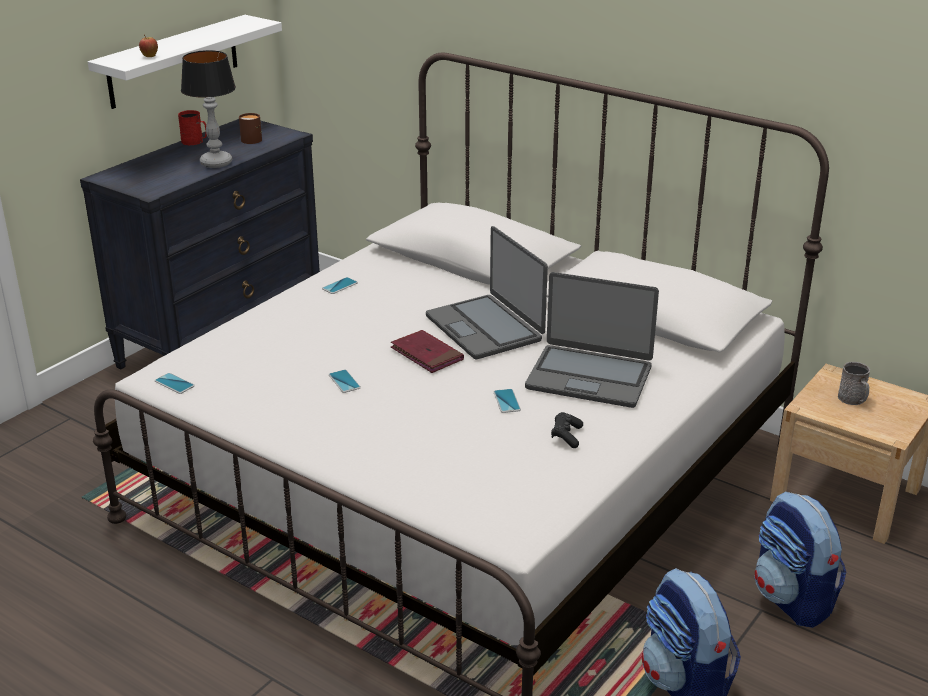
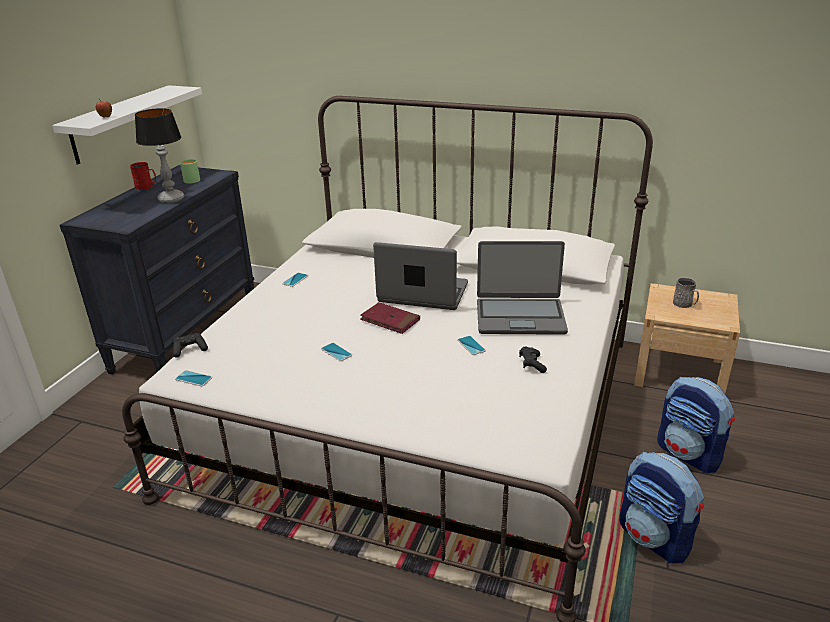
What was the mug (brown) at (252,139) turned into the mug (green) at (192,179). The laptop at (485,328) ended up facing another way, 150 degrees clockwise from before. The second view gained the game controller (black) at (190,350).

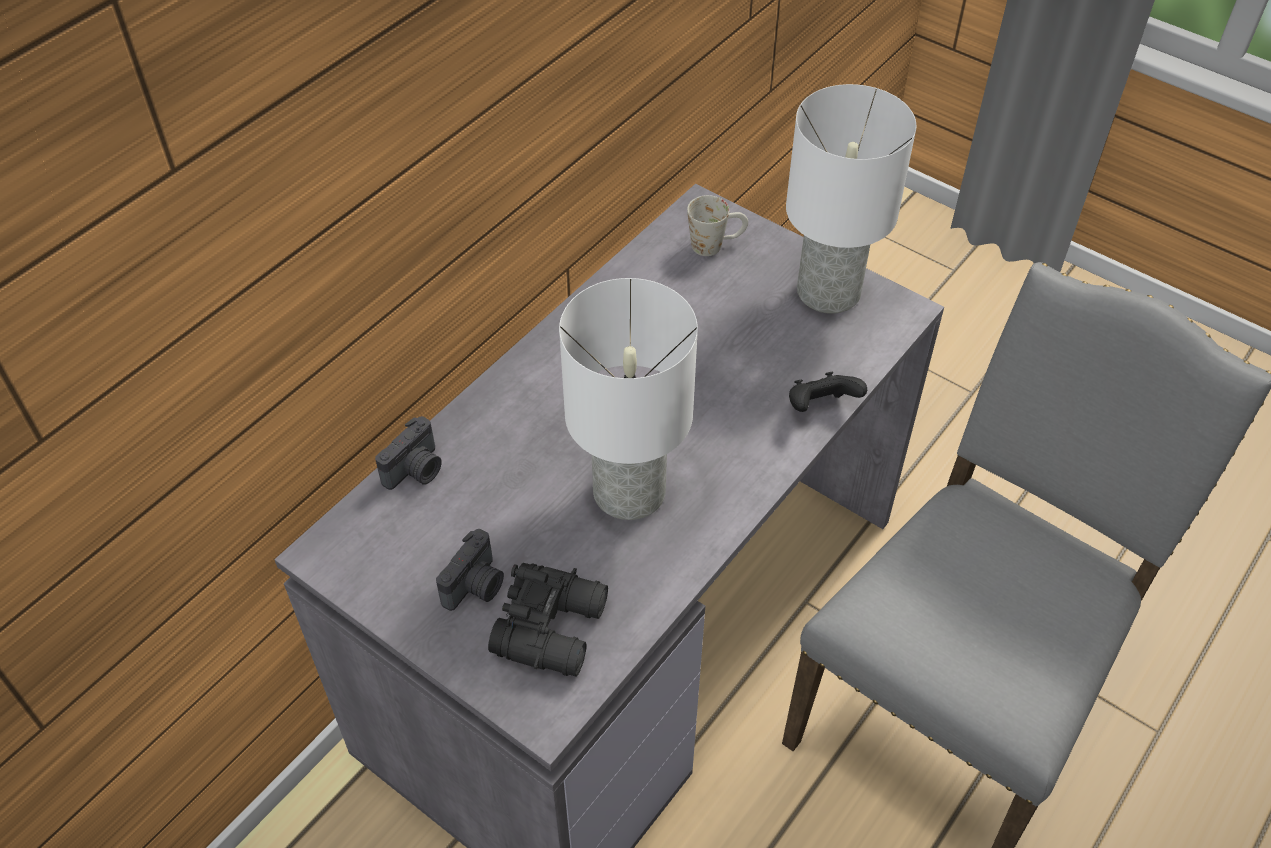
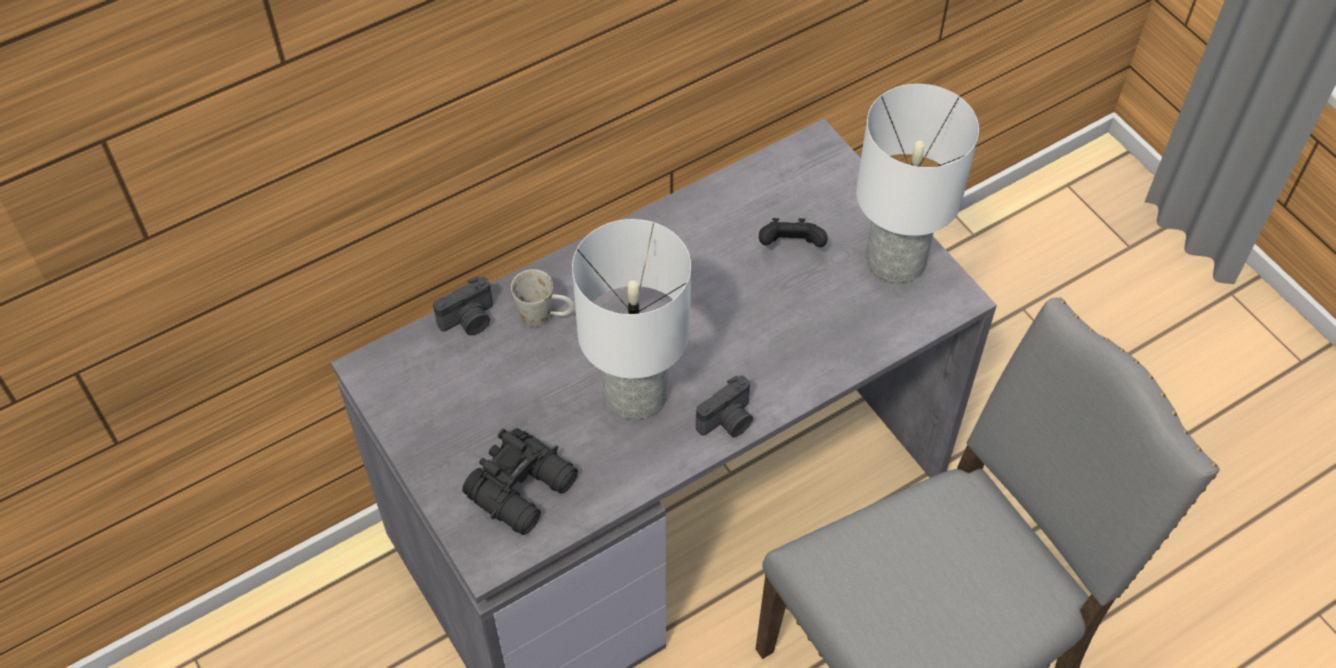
The photo camera ended up elsewhere, having gone from (476,586) to (728,421). The mug (white) ended up elsewhere, having gone from (716,244) to (545,316). The game controller (black) ended up elsewhere, having gone from (820,407) to (791,247).

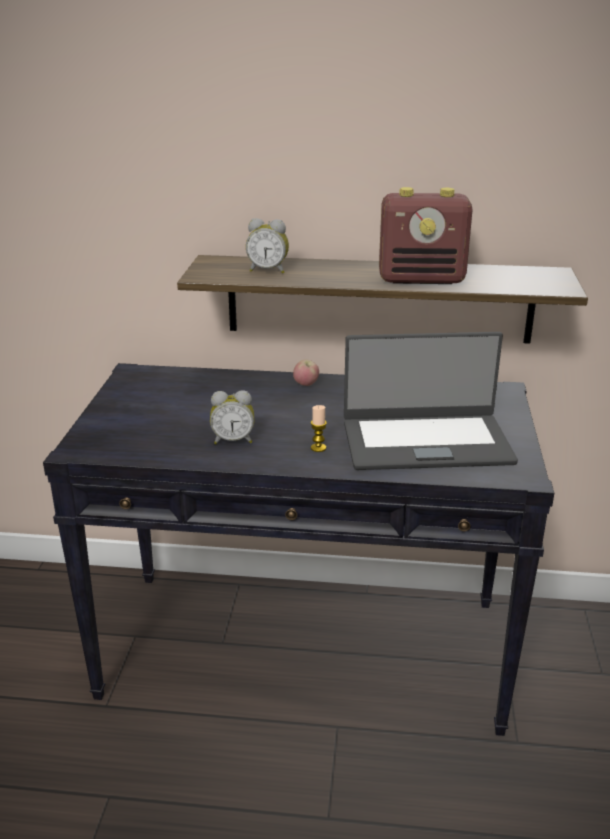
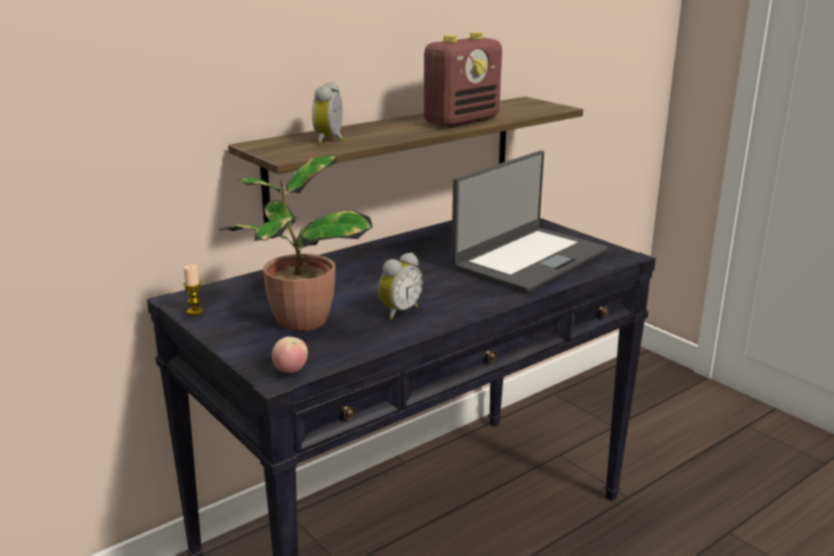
The alarm clock at (268,270) ended up facing another way, 135 degrees clockwise from before. The apple ended up elsewhere, having gone from (306,385) to (290,371). The candle ended up elsewhere, having gone from (318,448) to (195,311). The second view gained the potted plant at (298,321).

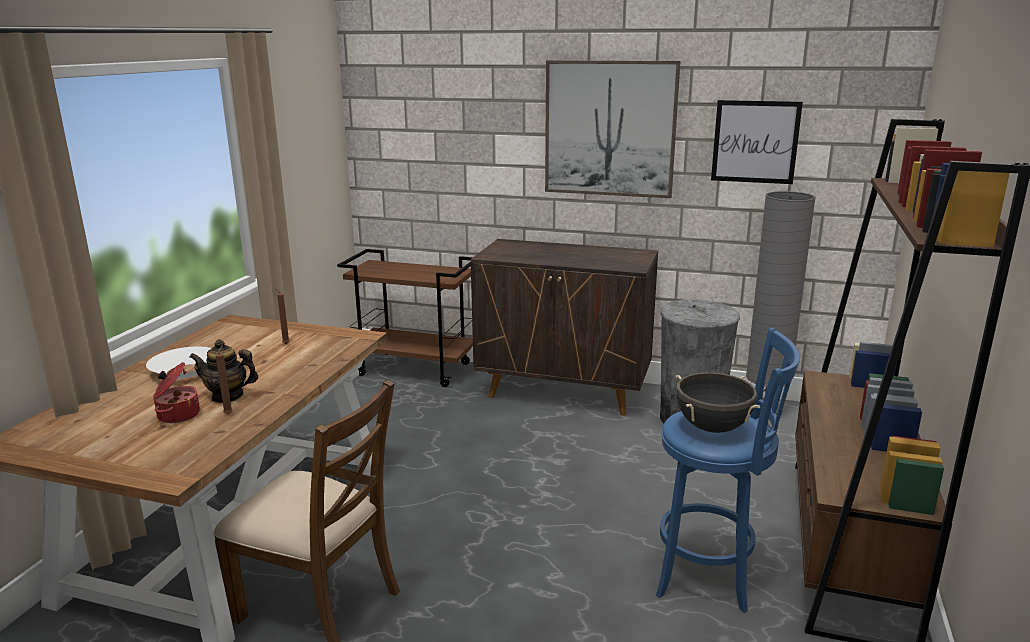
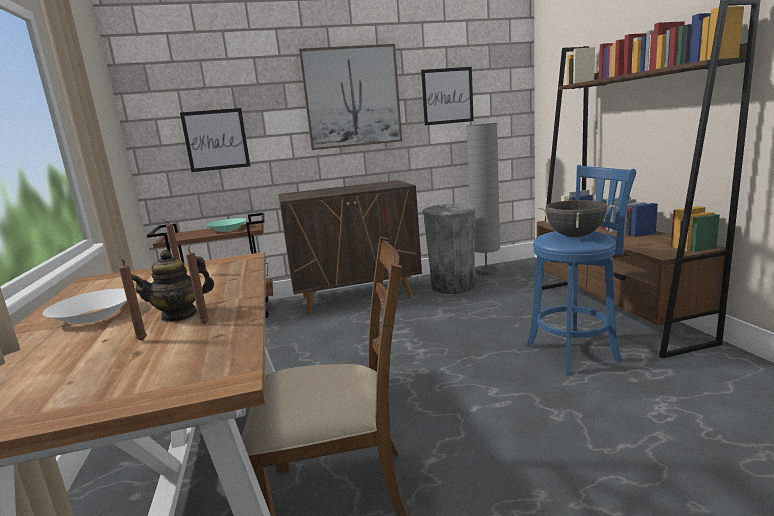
Where the cooking pot stood at (177,415), the candle (brown) came to stand at (142,341). The second view gained the picture at (216,140). The second view gained the bowl (turquoise) at (227,229).

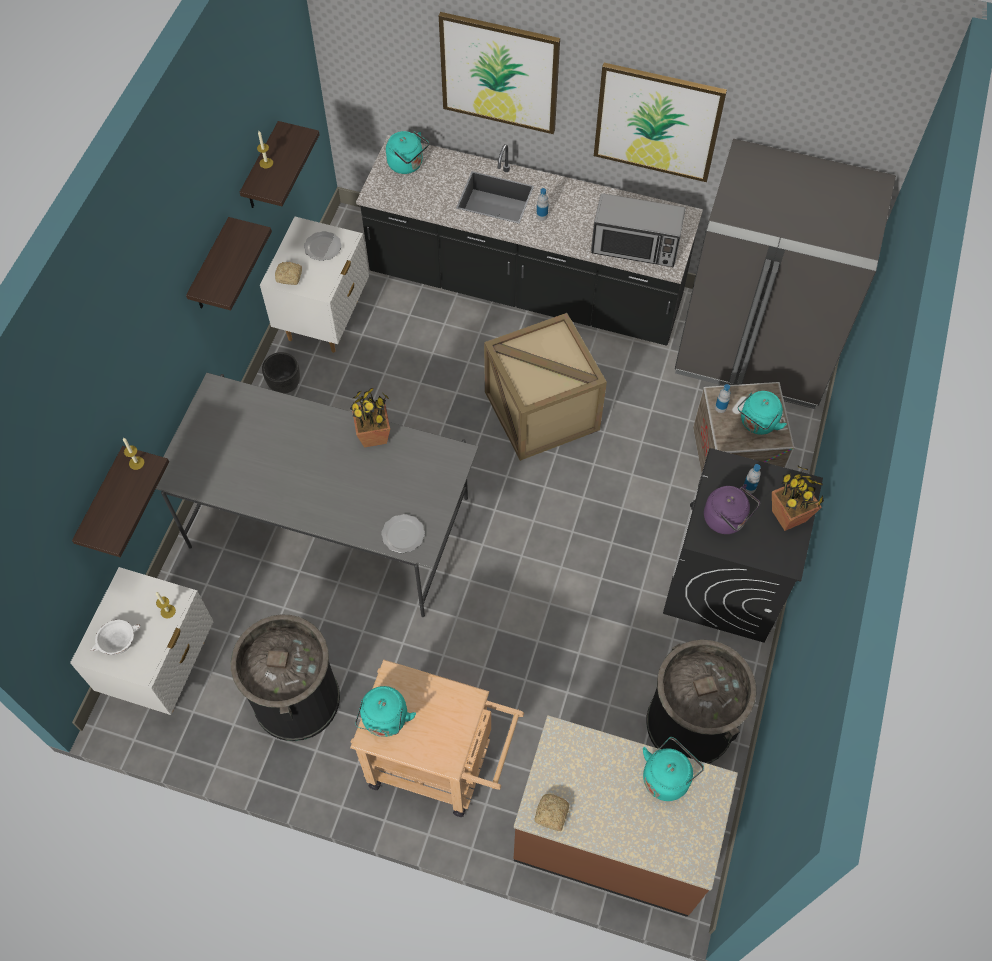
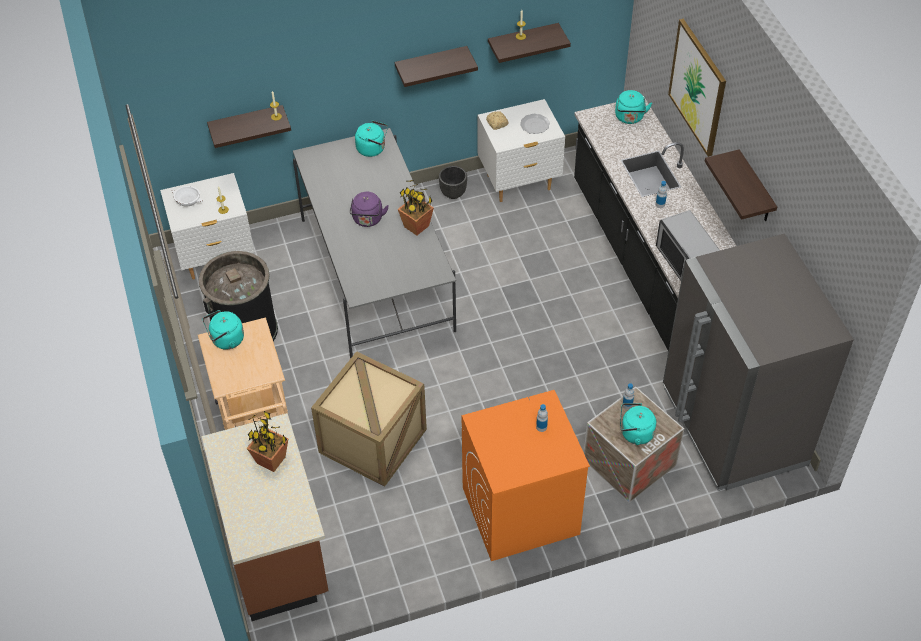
The second view lost the plate at (402,535). The crate ended up elsewhere, having gone from (541,412) to (371,441). The second view lost the bread at (551,814). Where the picture hung at (657,122), the shelf came to hang at (755,189). The kettle (turquoise) ended up elsewhere, having gone from (667,776) to (373,149). The second view lost the trash can (black) at (690,723). What was the washing machine (black) at (725,581) turned into the washing machine (orange) at (520,511). The kettle (purple) ended up elsewhere, having gone from (727,519) to (368,220). The potted plant ended up elsewhere, having gone from (789,516) to (271,460).

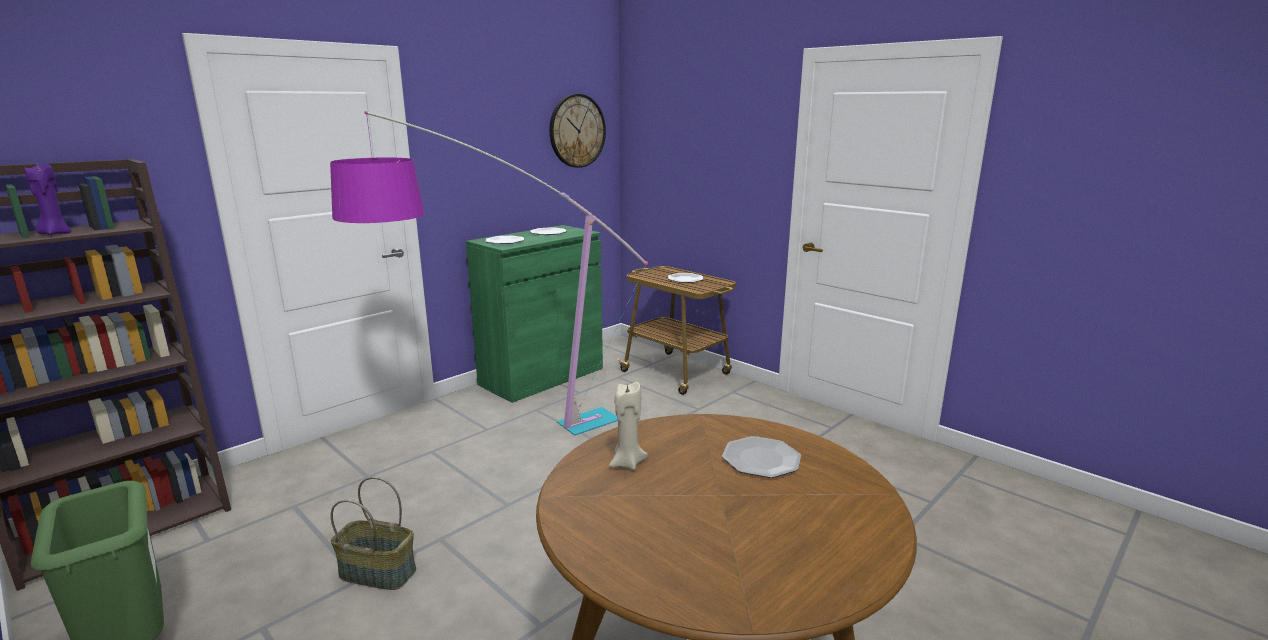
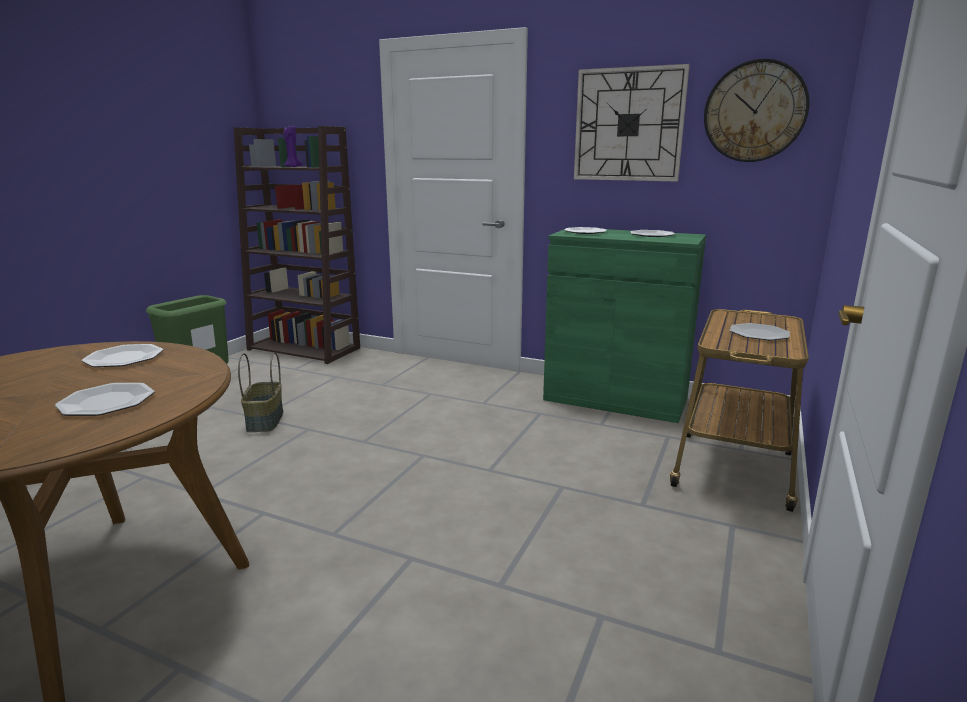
The second view lost the floor lamp at (498,450). Where the candle (beige) stood at (627,463), the plate came to stand at (124,358). The second view gained the wall clock at (628,125).

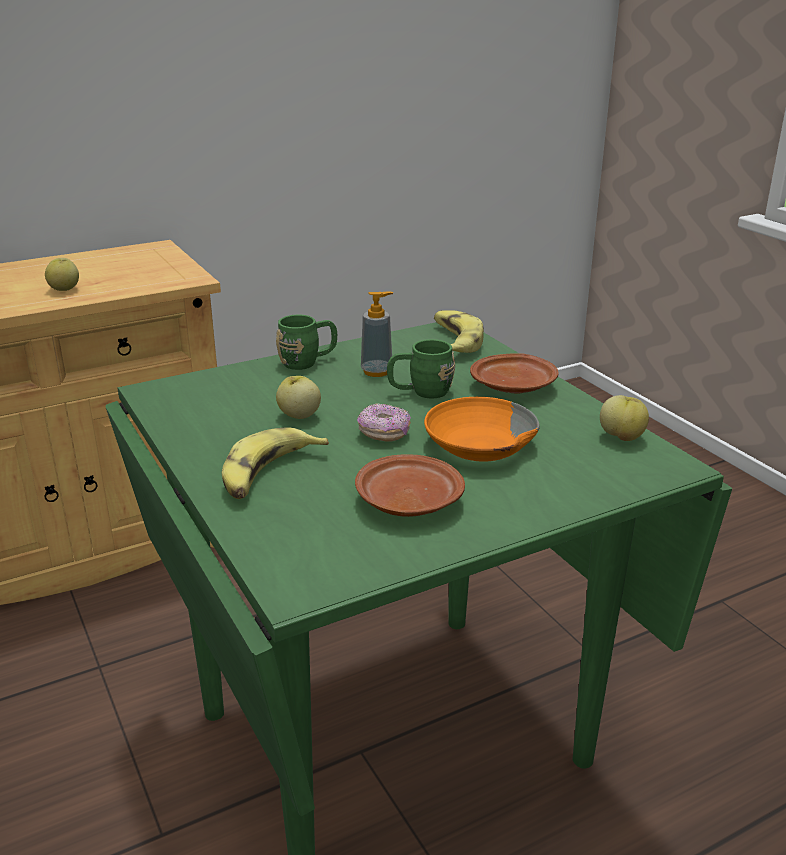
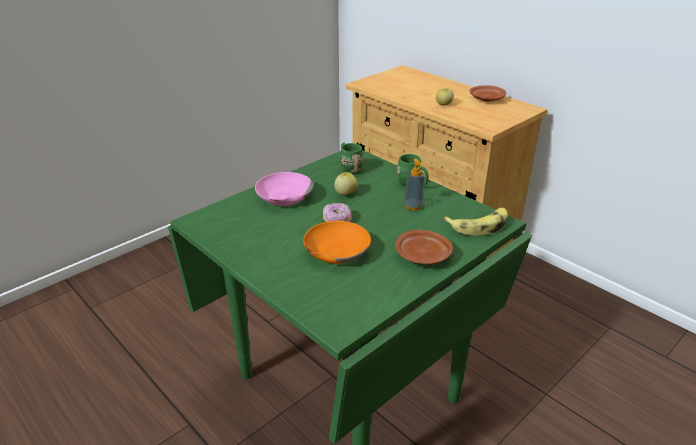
Where the banana stood at (268,474), the bowl (pink) came to stand at (283,197). The plate (brown) ended up elsewhere, having gone from (407,501) to (486,99). The mug (green) ended up elsewhere, having gone from (420,392) to (349,168). The second view lost the apple at (622,437).

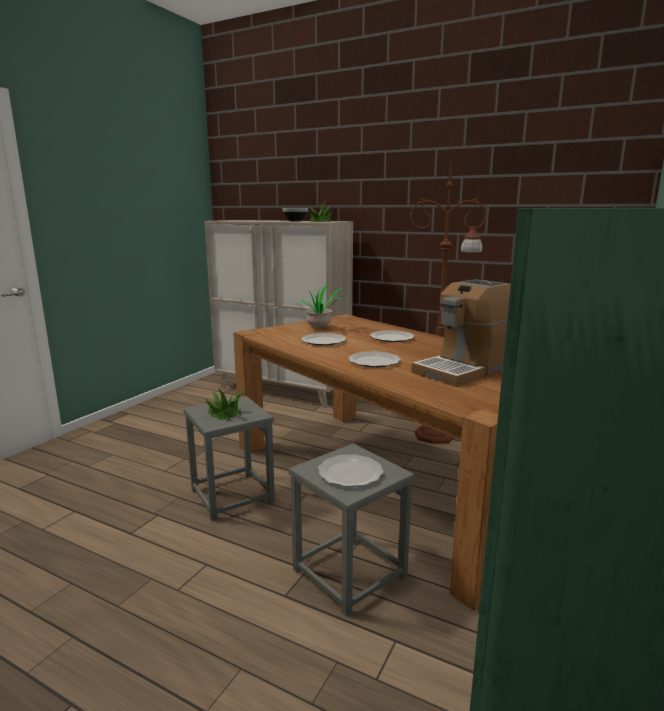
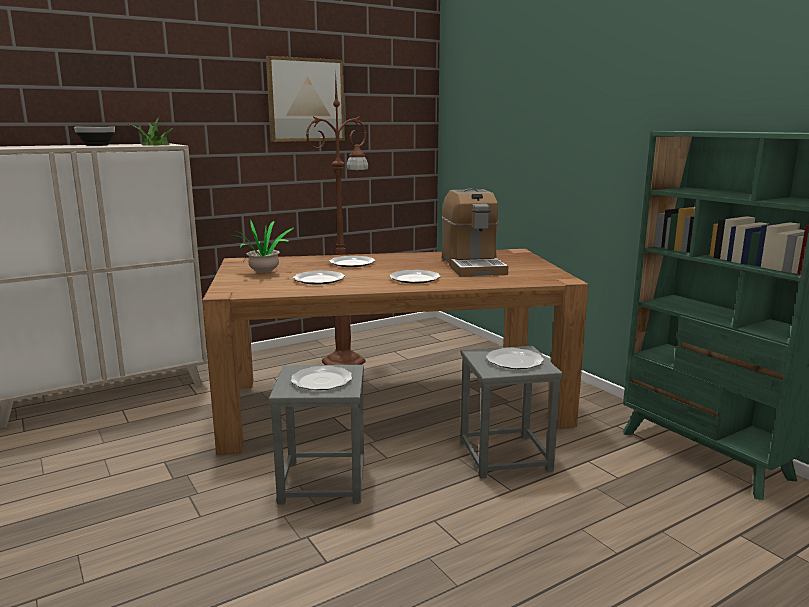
Where the potted plant stood at (224,413), the plate came to stand at (322,381). The second view gained the picture at (305,100).

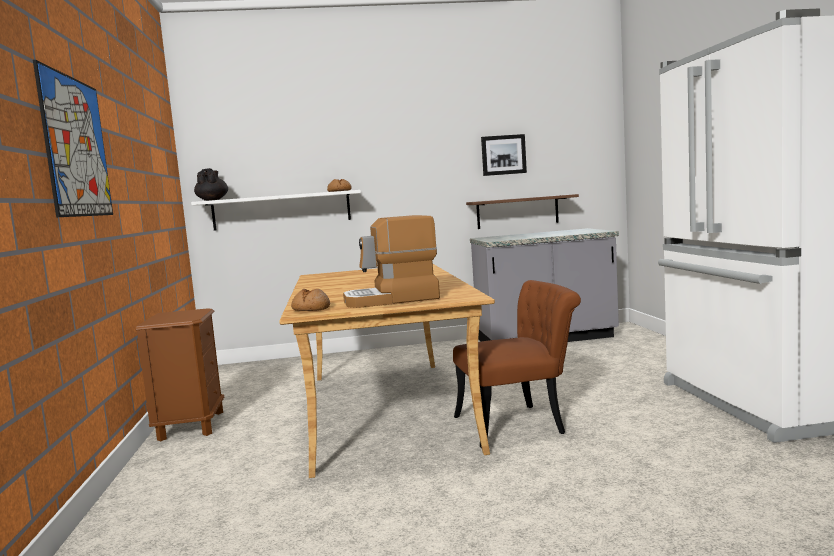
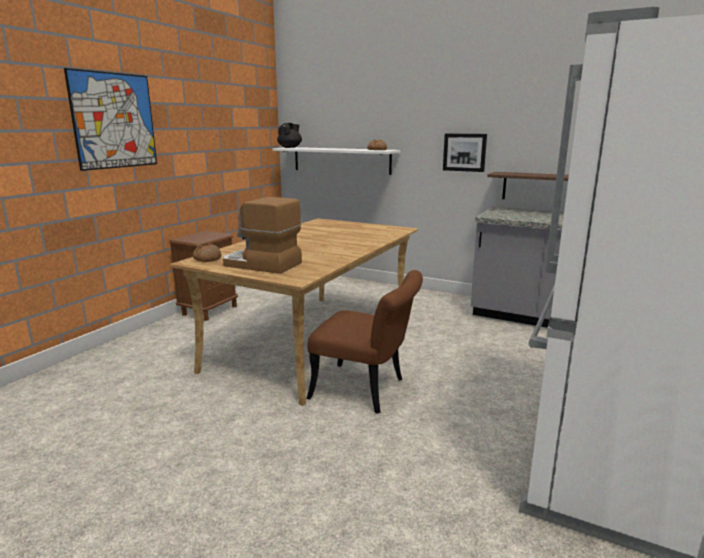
The picture ended up elsewhere, having gone from (503,155) to (464,152).

